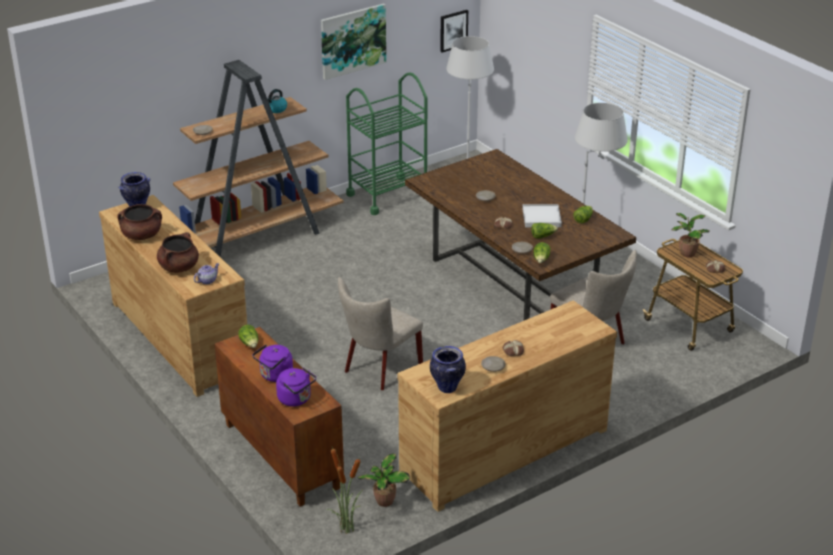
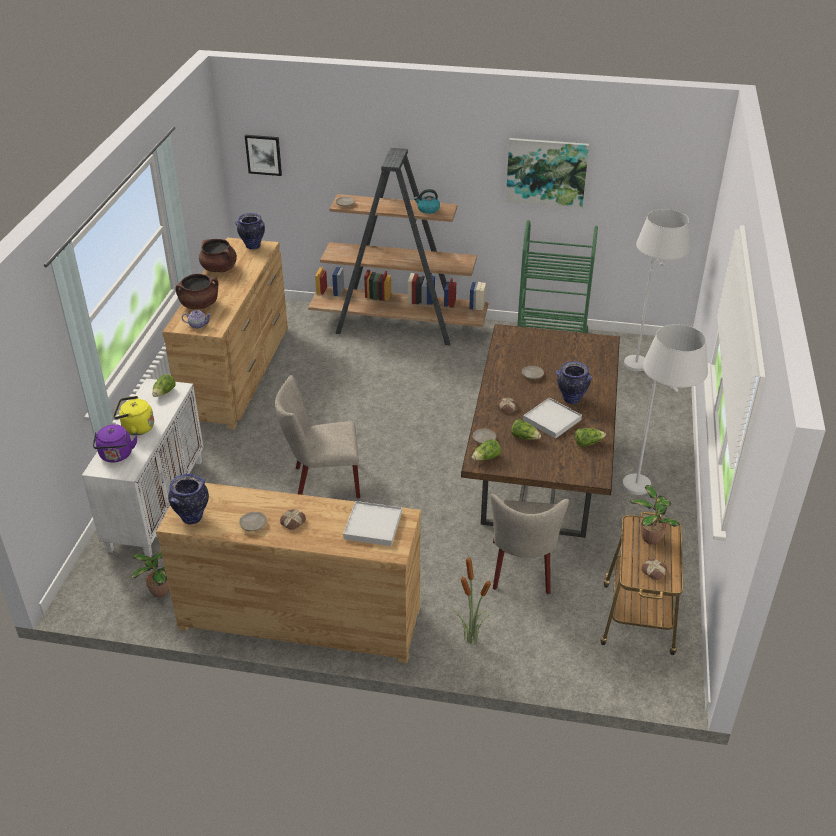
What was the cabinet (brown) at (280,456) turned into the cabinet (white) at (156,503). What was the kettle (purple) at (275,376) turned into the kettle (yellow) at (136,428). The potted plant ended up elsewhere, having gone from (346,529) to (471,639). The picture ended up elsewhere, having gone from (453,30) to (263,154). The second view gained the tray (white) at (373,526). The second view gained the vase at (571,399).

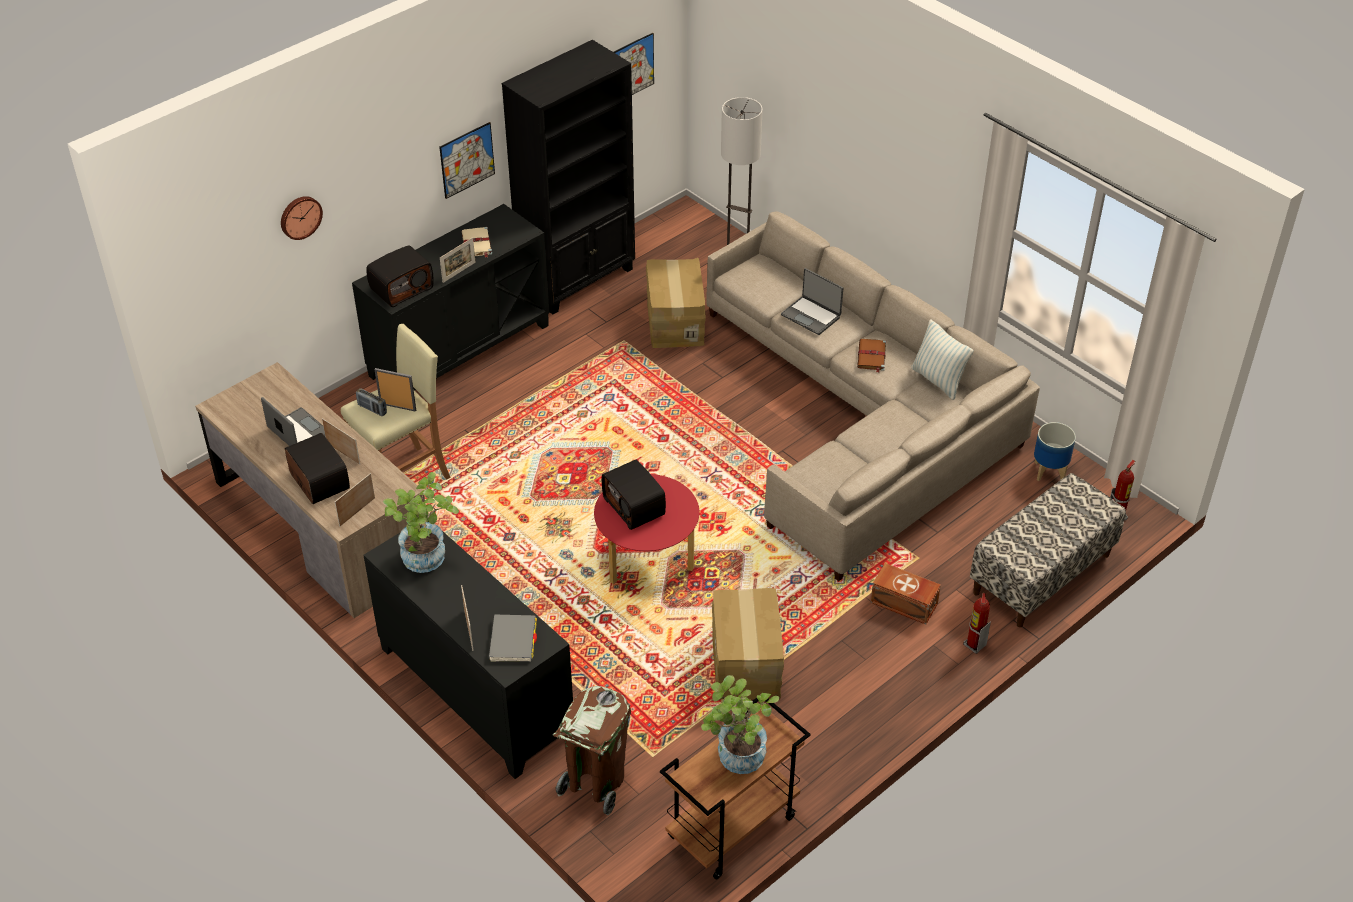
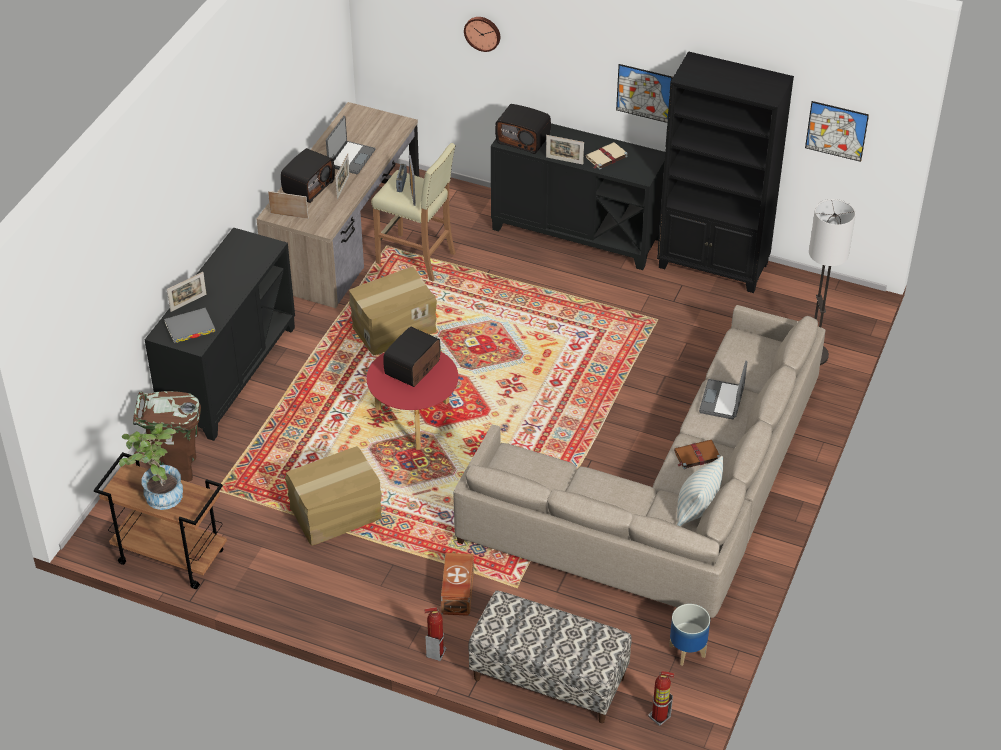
The second view lost the potted plant at (426,561). The cardboard box ended up elsewhere, having gone from (674,322) to (393,328).

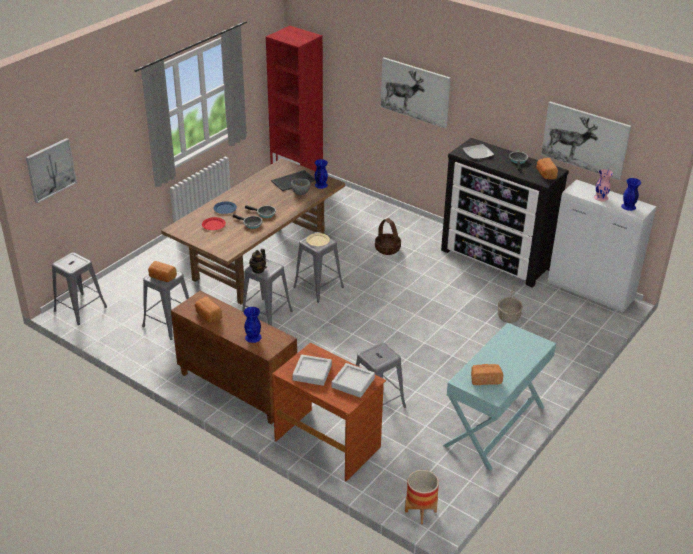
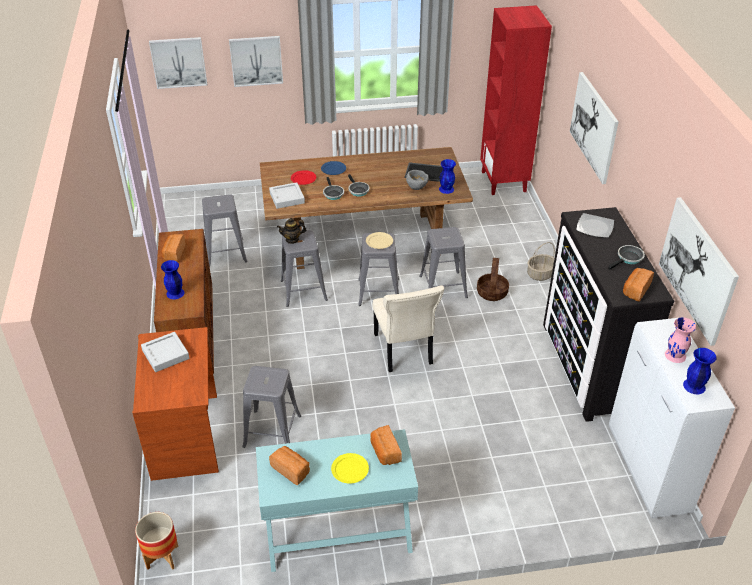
The stool (grey) ended up elsewhere, having gone from (80,309) to (443,286). The bread ended up elsewhere, having gone from (162,277) to (384,452). The tray (grey) ended up elsewhere, having gone from (353,383) to (287,198). The basket ended up elsewhere, having gone from (509,317) to (540,274). The second view gained the picture at (256,60). The second view gained the plate (yellow) at (349,469). The second view gained the chair (beige) at (403,351).

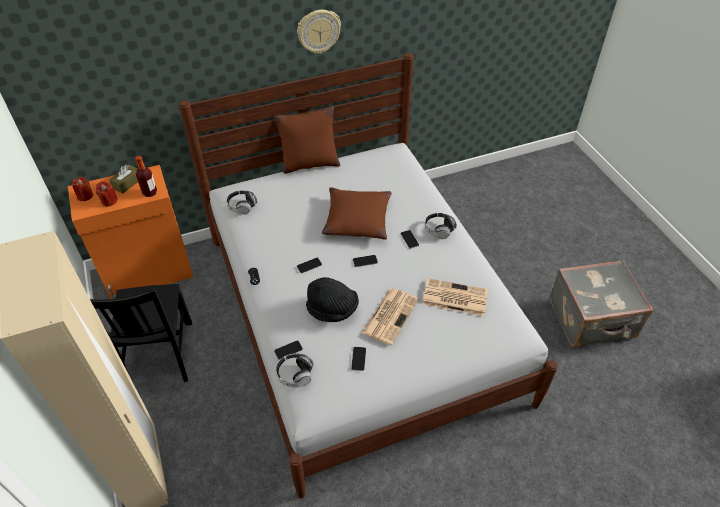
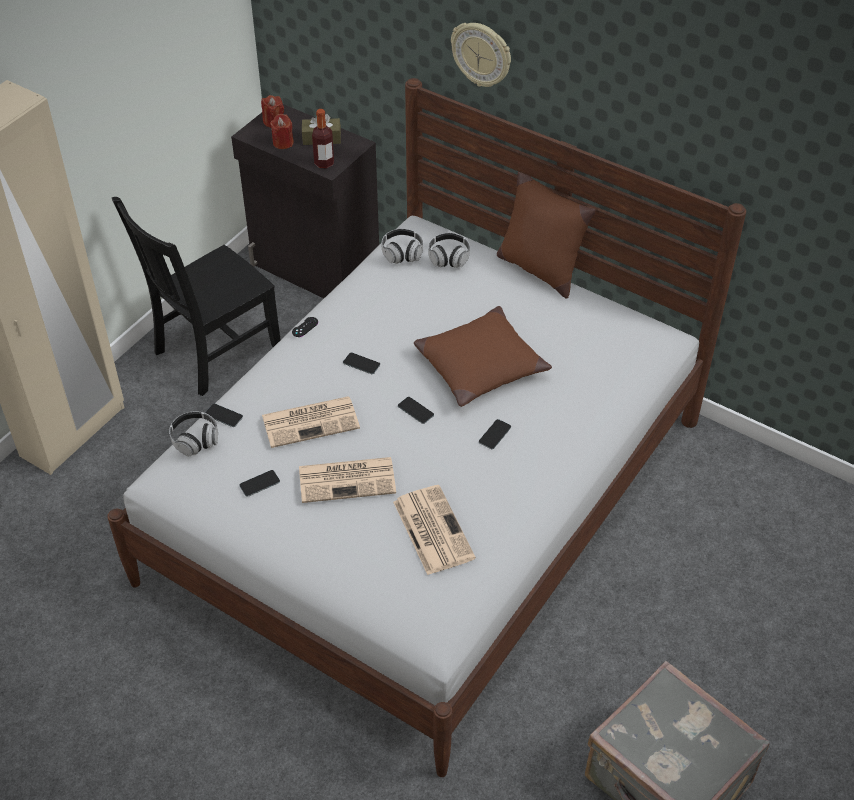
What was the cabinet (orange) at (150,273) turned into the cabinet (black) at (315,269). The wall clock ended up elsewhere, having gone from (318,31) to (482,54). Where the hat (black) stood at (332,309), the newspaper came to stand at (312,421). The headphones ended up elsewhere, having gone from (439,230) to (448,258).

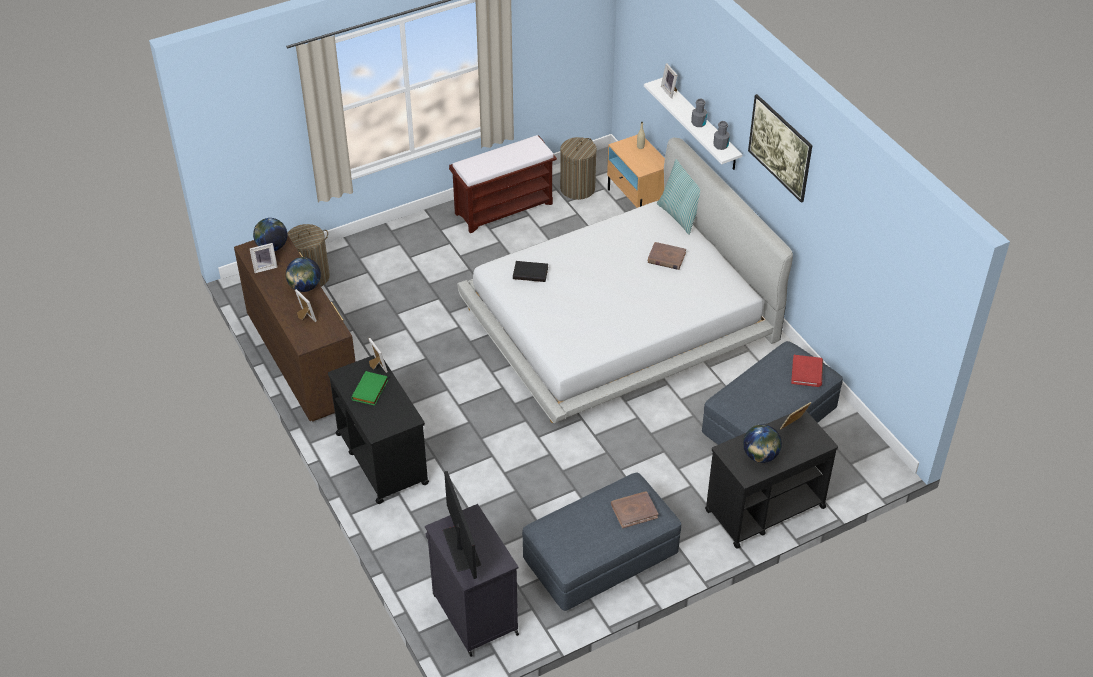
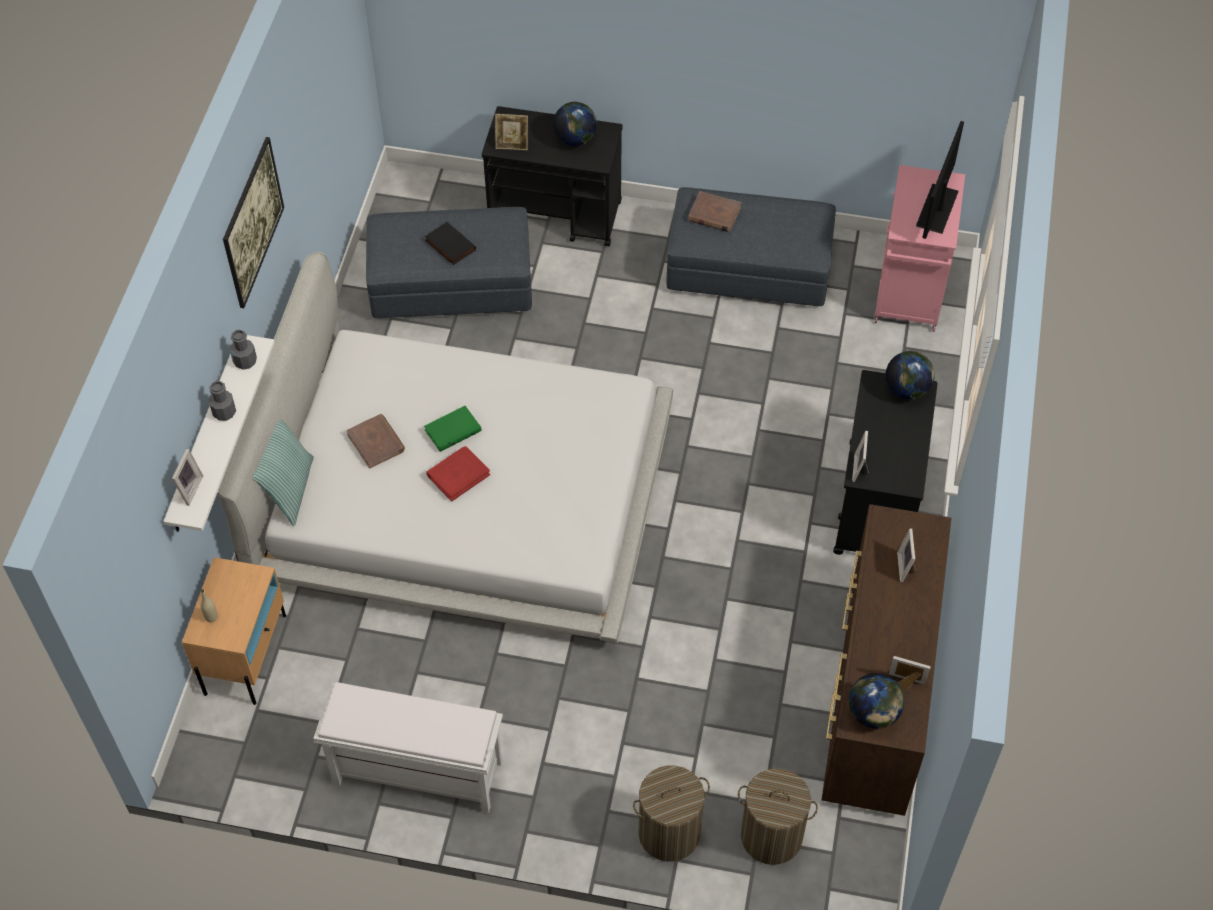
The globe ended up elsewhere, having gone from (305,287) to (906,390). The book (green) ended up elsewhere, having gone from (371,390) to (452,429). What was the cabinet (black) at (474,613) turned into the cabinet (pink) at (909,293). What was the bench (brown) at (504,208) turned into the bench (white) at (416,773). The book (black) ended up elsewhere, having gone from (531,272) to (449,246). The laundry basket ended up elsewhere, having gone from (577,188) to (669,832). The book (red) ended up elsewhere, having gone from (807,372) to (458,475).

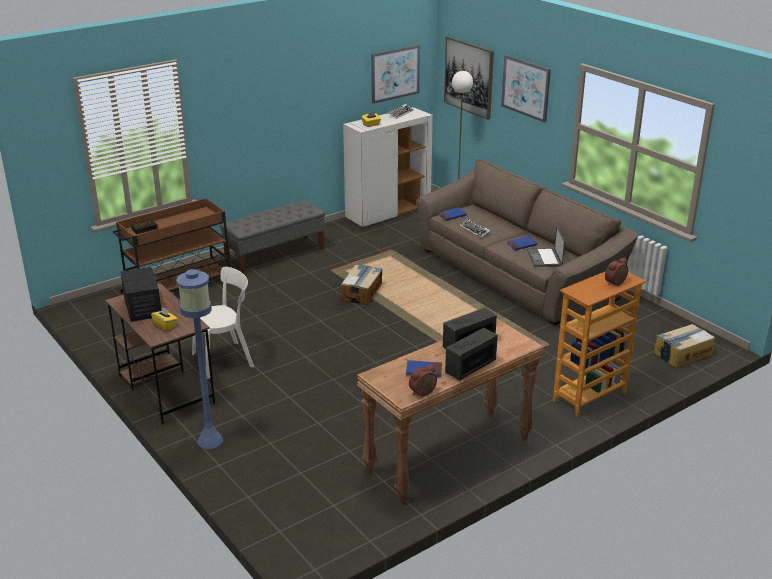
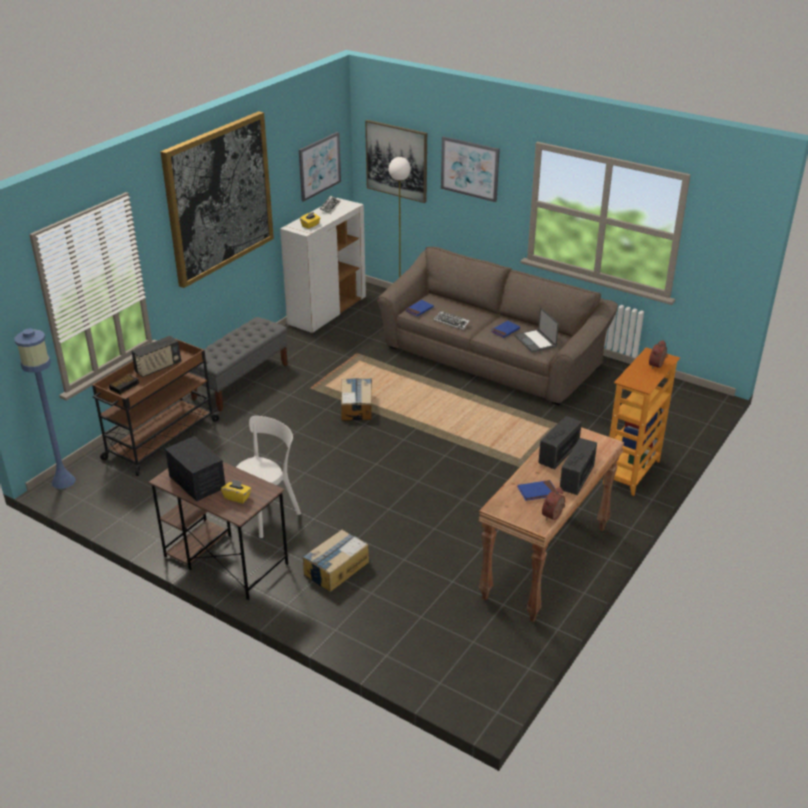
The floor lamp (blue) ended up elsewhere, having gone from (210,441) to (63,481). The cardboard box ended up elsewhere, having gone from (682,354) to (336,568). The second view gained the radio at (158,368). The second view gained the picture at (219,198).

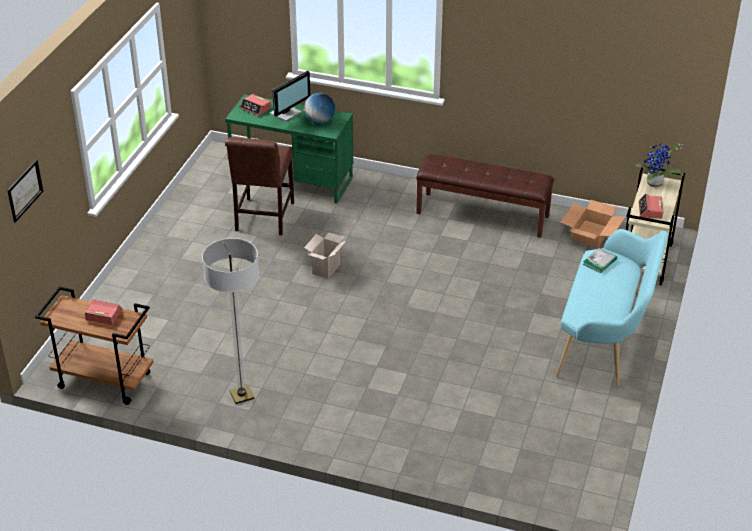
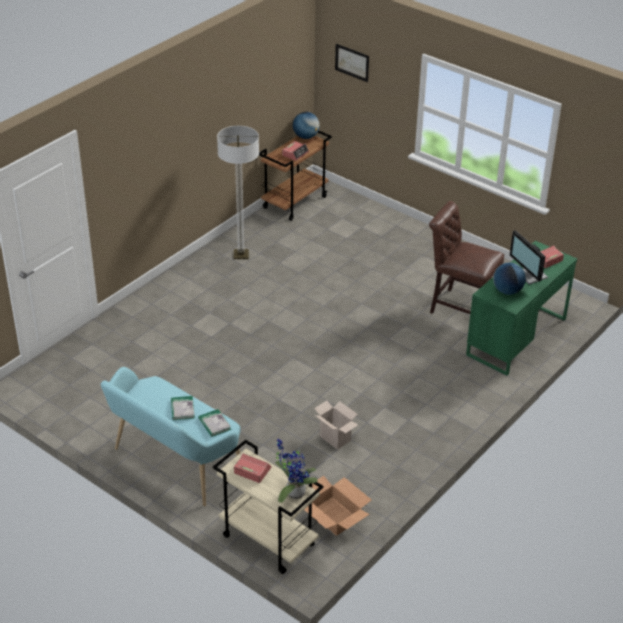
The cardboard box ended up elsewhere, having gone from (326,268) to (336,438). The second view lost the bench (brown) at (483,214). The second view gained the book at (182,409). The second view gained the globe at (305,137).

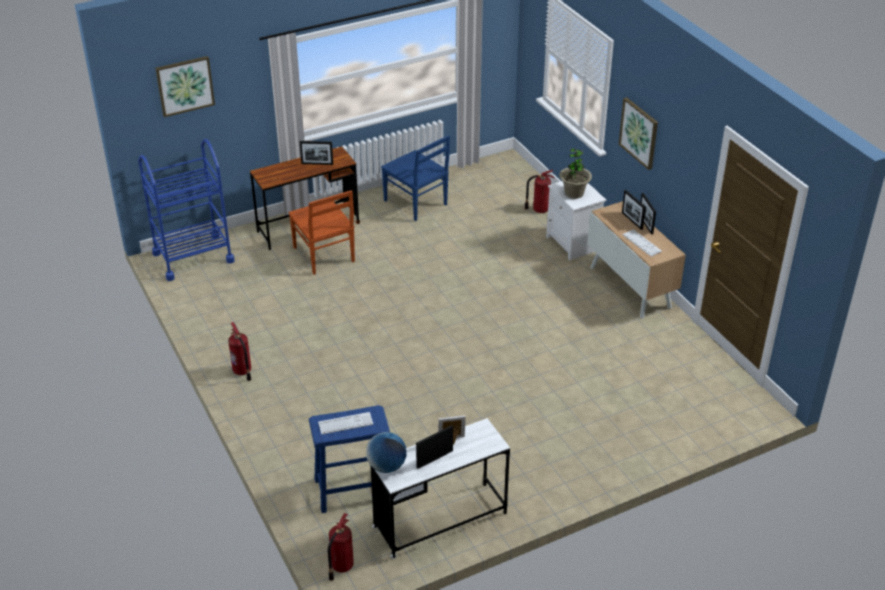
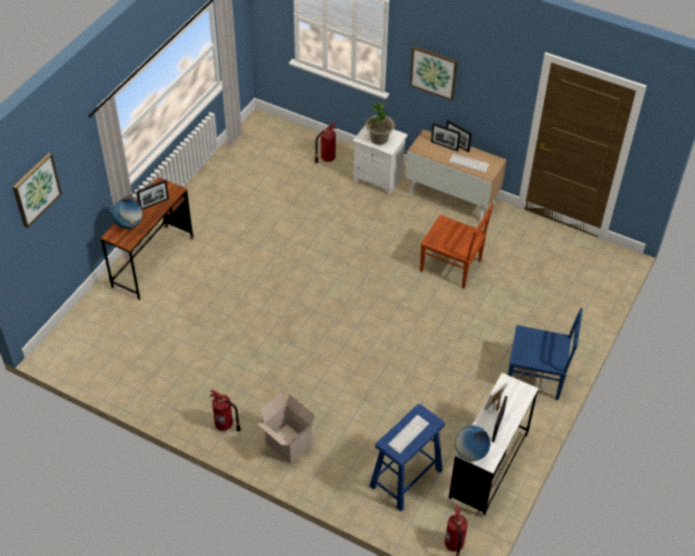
The second view lost the cart (blue) at (193,257). The chair (brown) ended up elsewhere, having gone from (324,255) to (452,266). The chair (blue) ended up elsewhere, having gone from (416,203) to (536,377). The second view gained the globe at (129,224). The second view gained the cardboard box at (287,444).

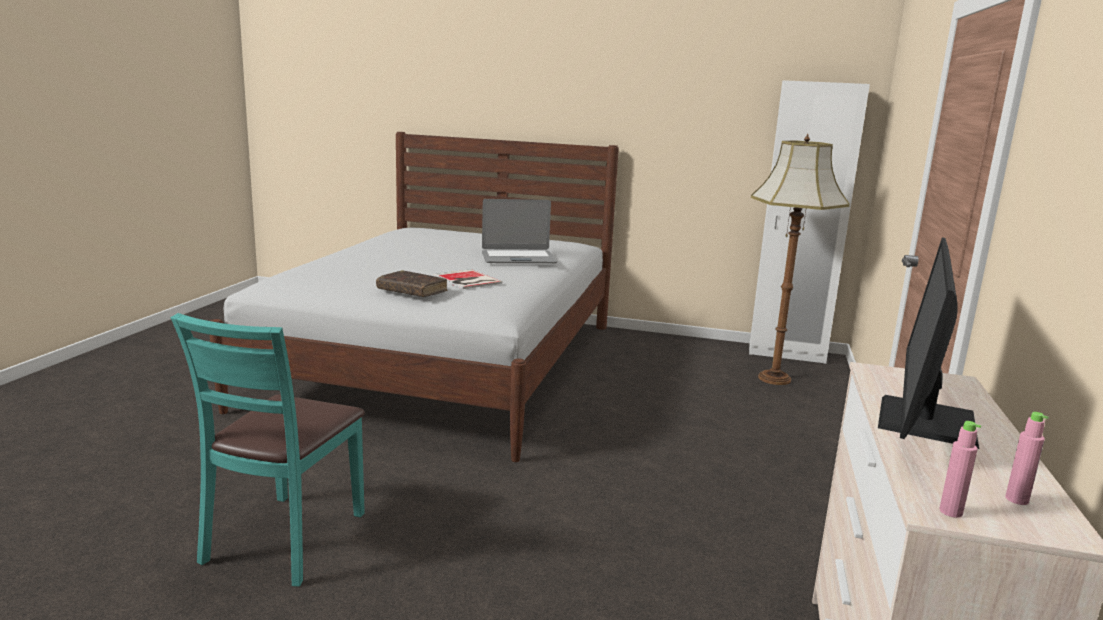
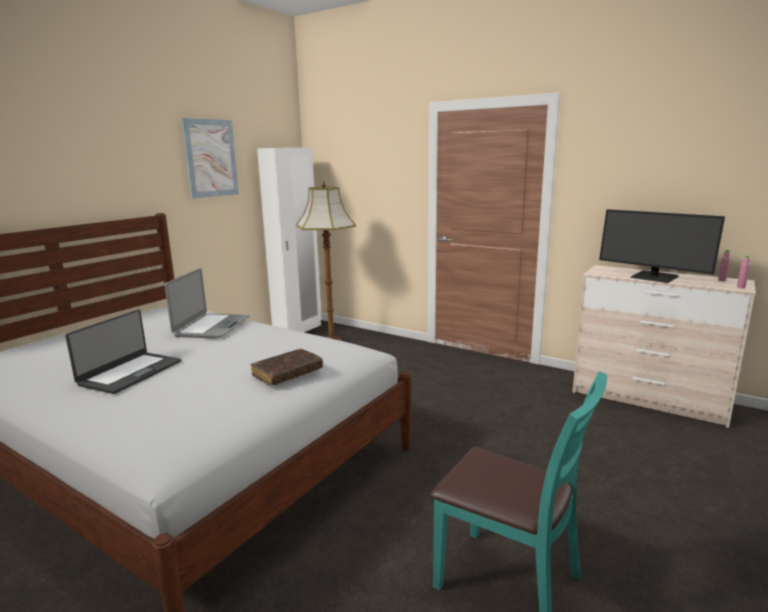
The second view lost the book at (467,280). The second view gained the laptop at (130,373). The second view gained the picture at (211,158).

